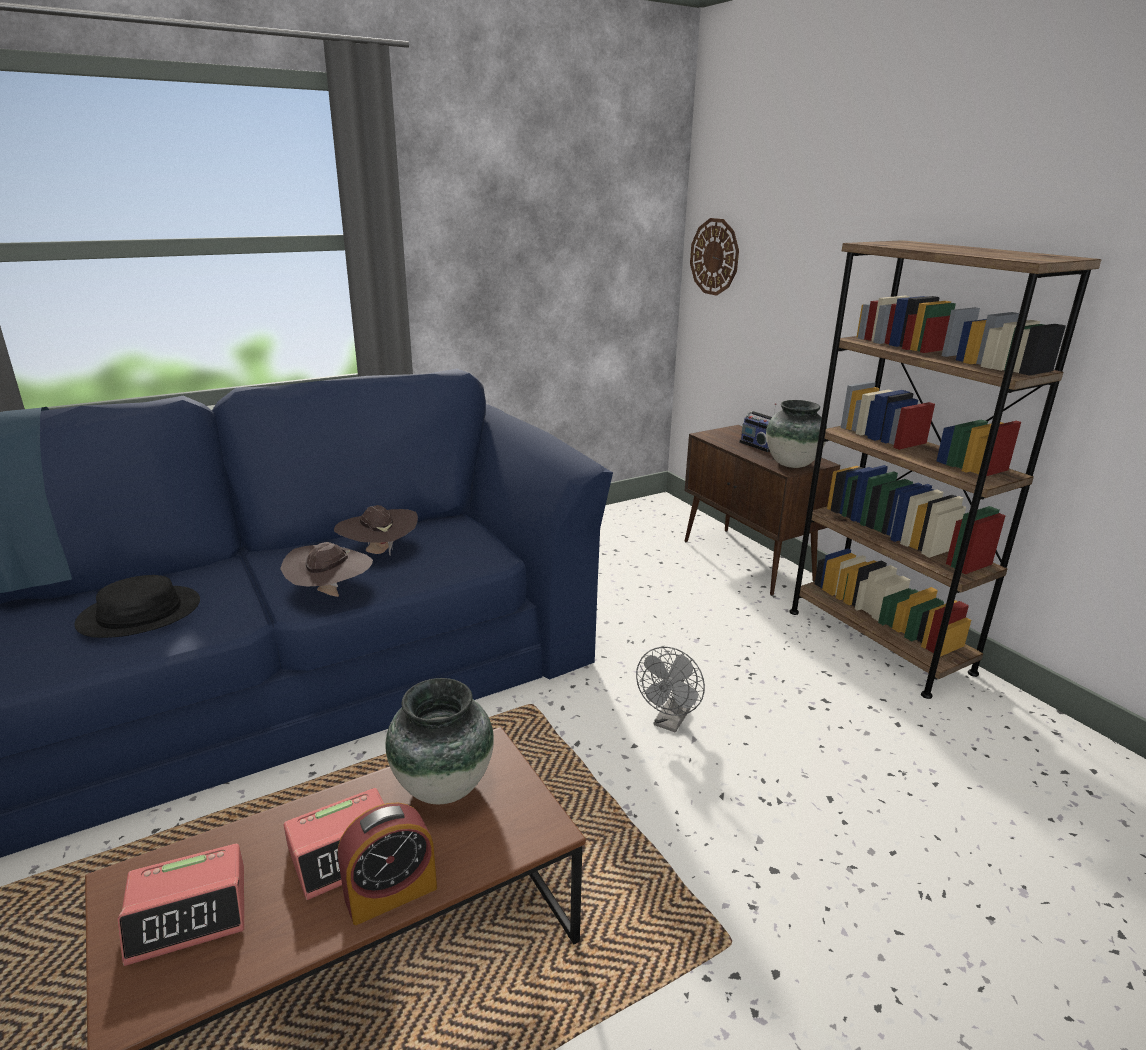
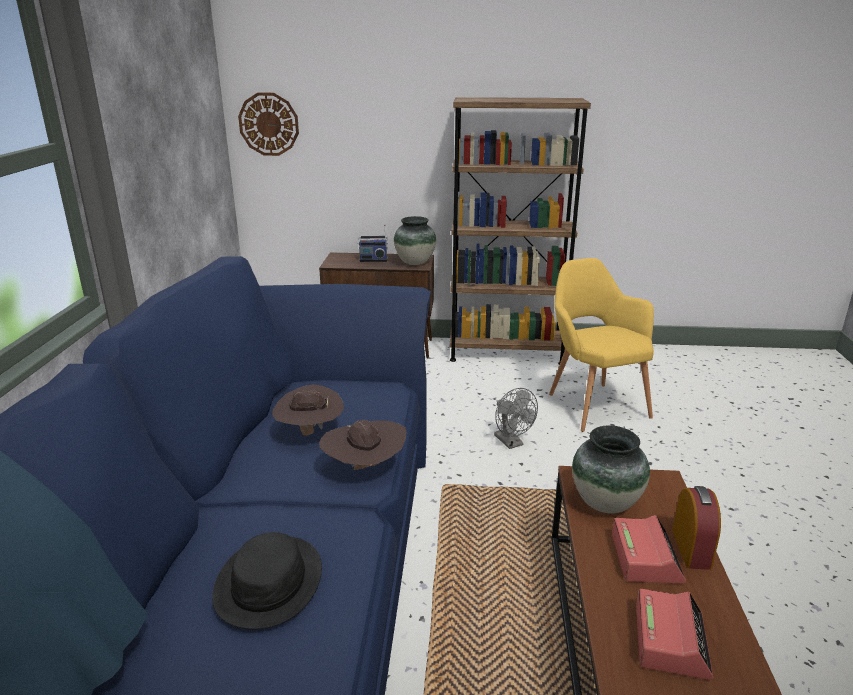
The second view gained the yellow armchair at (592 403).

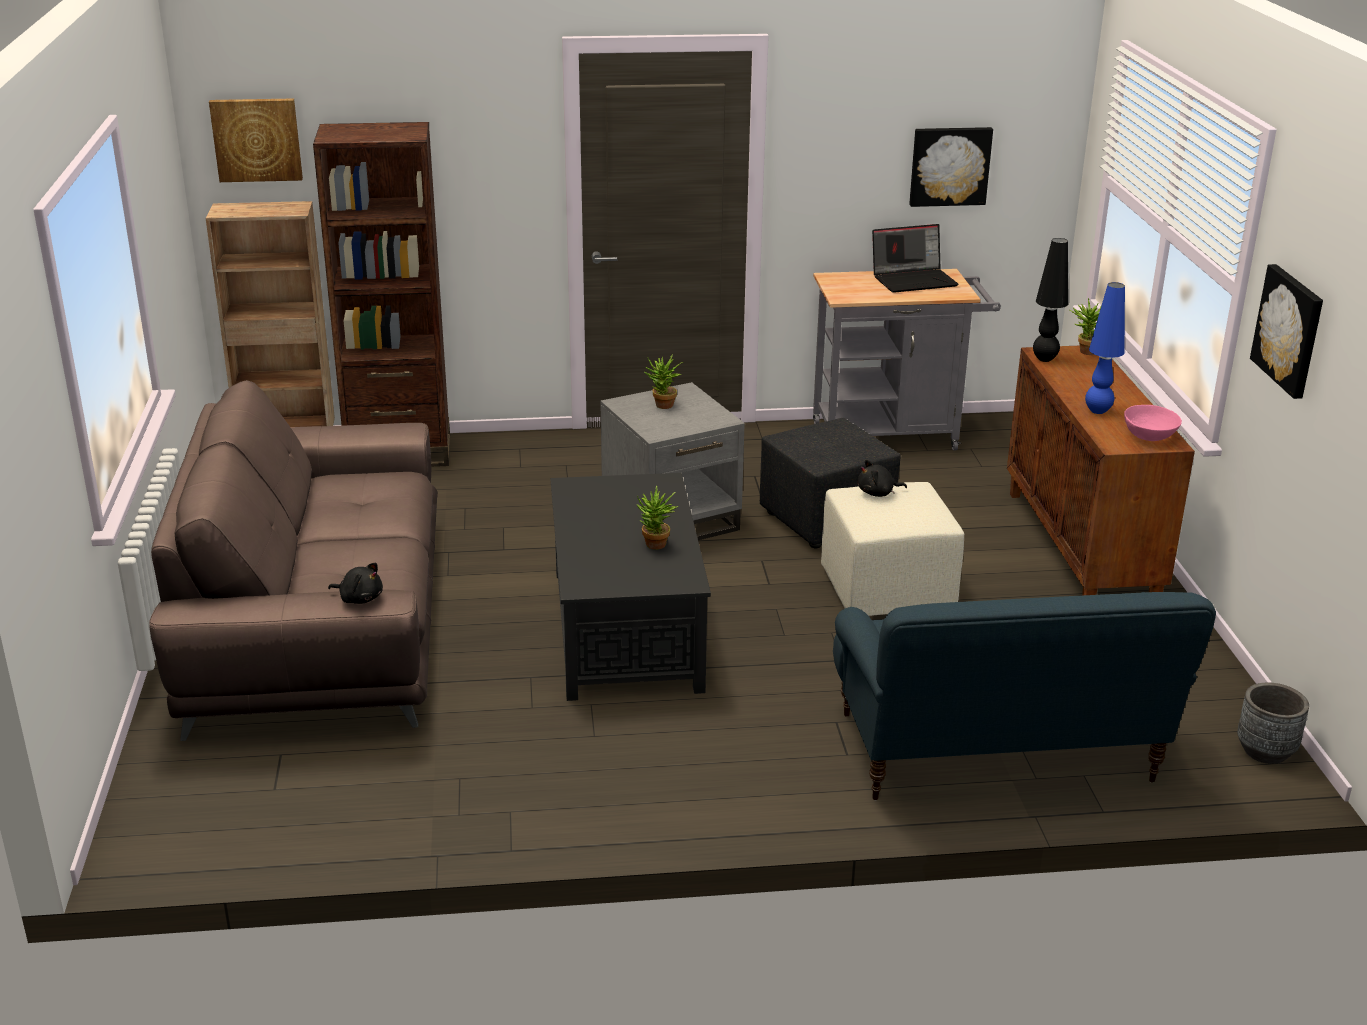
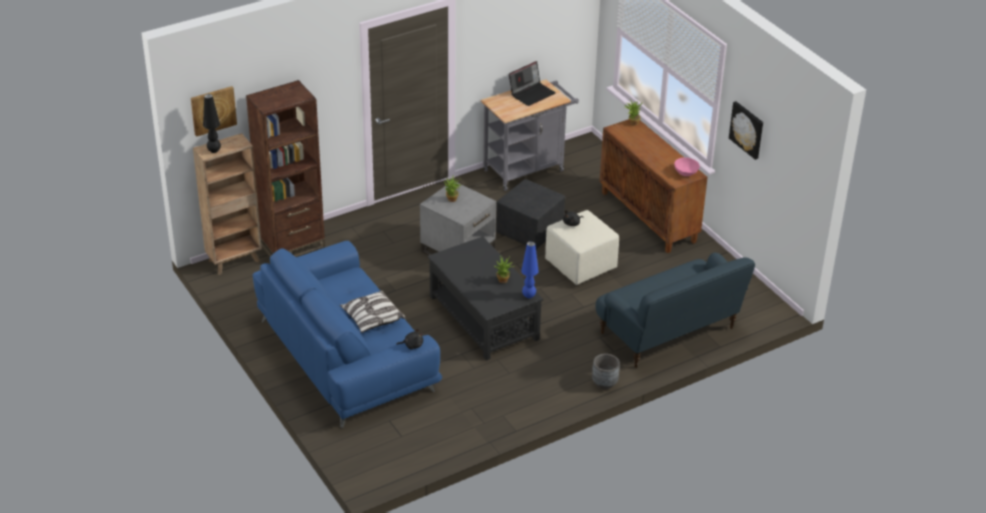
The second view lost the picture at (949 166).
The second view gained the pillow at (372 318).
The black table lamp ended up elsewhere, having gone from (1044 359) to (214 151).
The blue table lamp ended up elsewhere, having gone from (1098 411) to (529 296).
The grey planter ended up elsewhere, having gone from (1265 751) to (604 383).
What was the brown sofa at (319 624) turned into the blue sofa at (346 355).

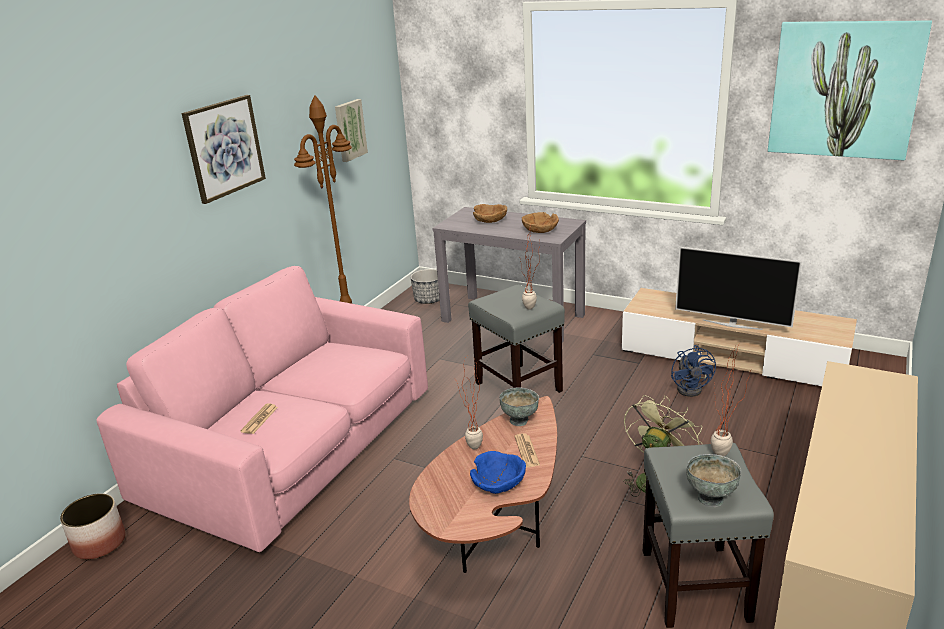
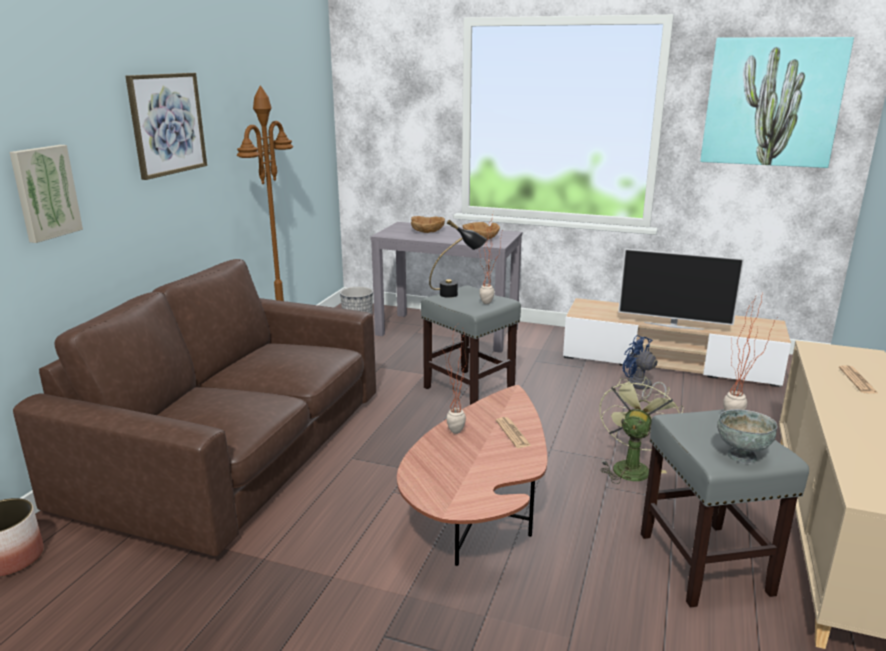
The second view lost the blue bowl at (498 483).
The second view lost the grey bowl at (519 420).
The second view gained the black table lamp at (457 294).
The newspaper ended up elsewhere, having gone from (259 419) to (857 380).
The picture ended up elsewhere, having gone from (349 130) to (45 192).
What was the pink sofa at (292 445) turned into the brown sofa at (235 449).
The blue fan at (692 388) ended up facing another way, 150 degrees clockwise from before.

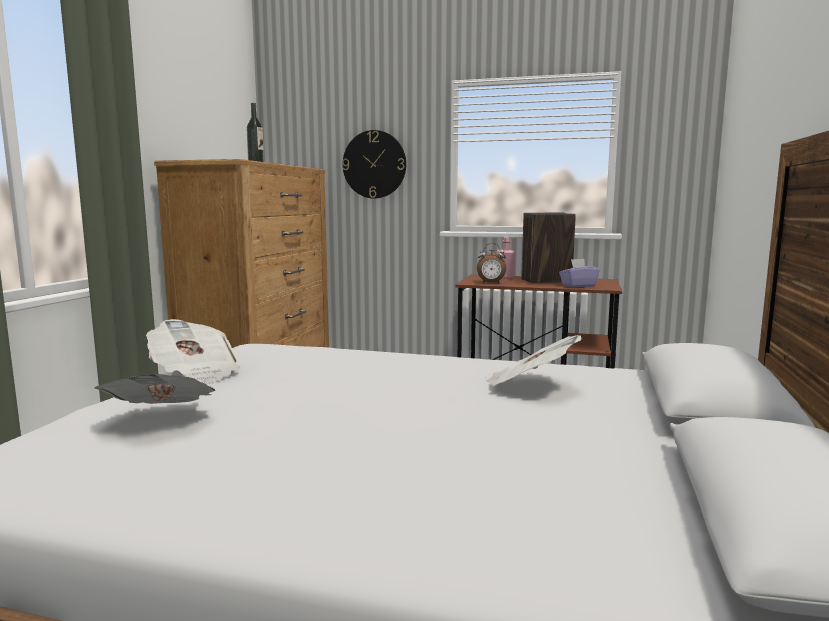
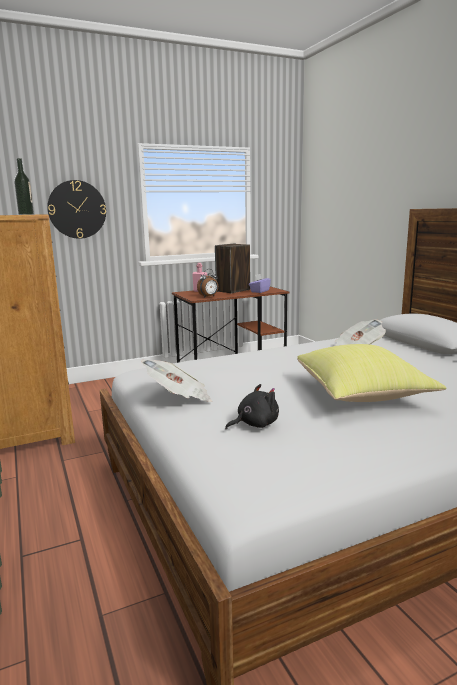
The second view gained the yellow pillow at (363 395).
Where the newspaper stood at (163 419), the black plush toy came to stand at (255 424).

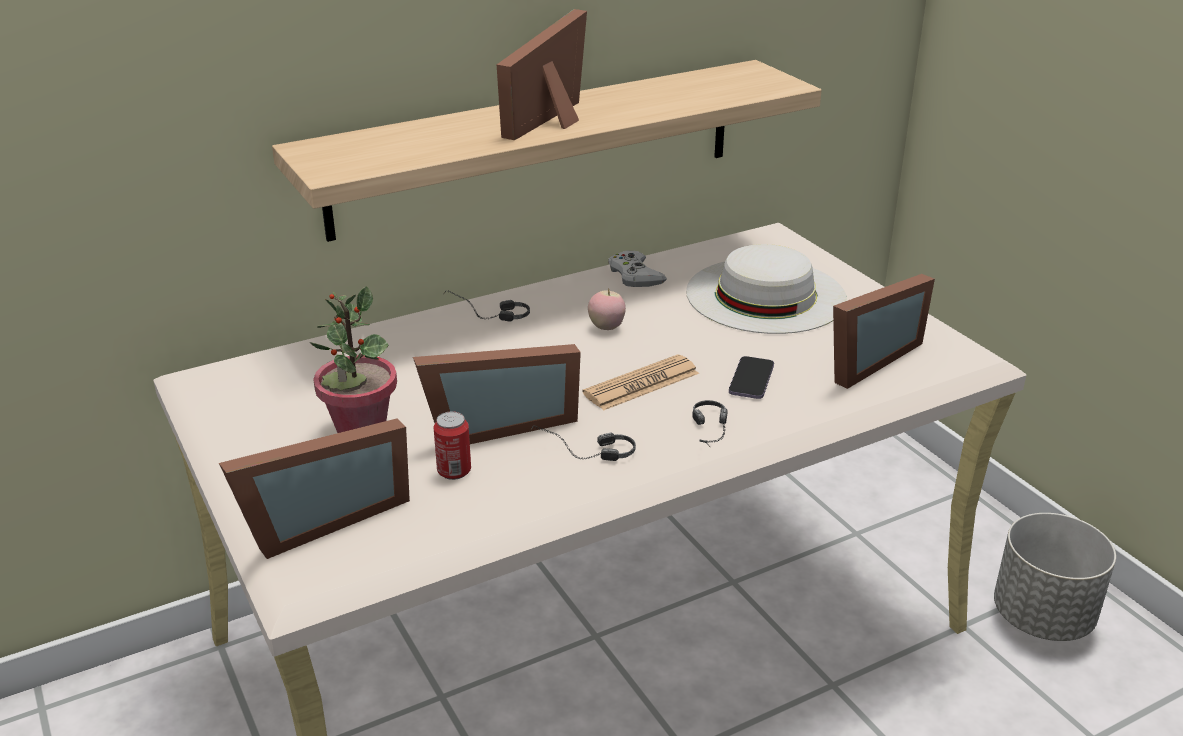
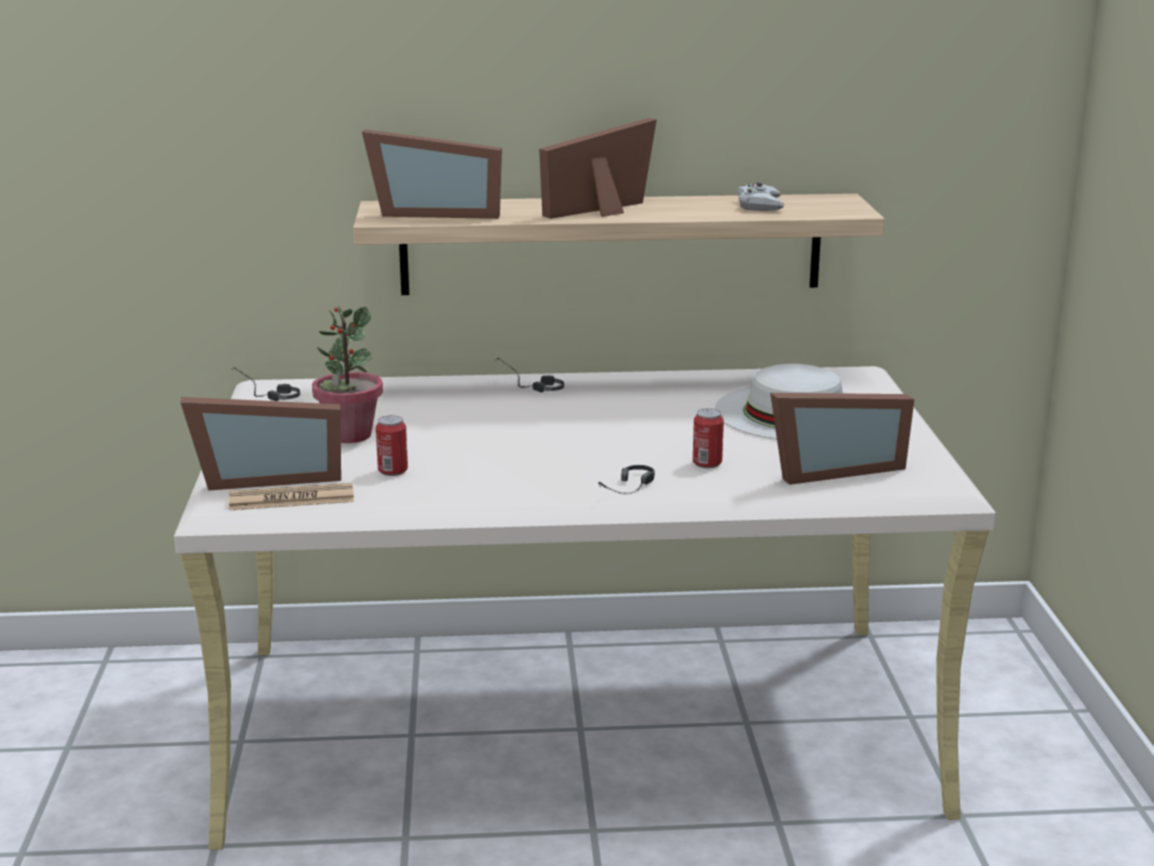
The second view lost the apple at (606 327).
The second view lost the grey planter at (1042 616).
The picture frame ended up elsewhere, having gone from (497 424) to (436 213).
The headphones ended up elsewhere, having gone from (583 454) to (262 395).
The newspaper ended up elsewhere, having gone from (641 384) to (291 499).
The white game controller ended up elsewhere, having gone from (635 275) to (759 205).
Where the phone stood at (751 380), the can came to stand at (707 463).

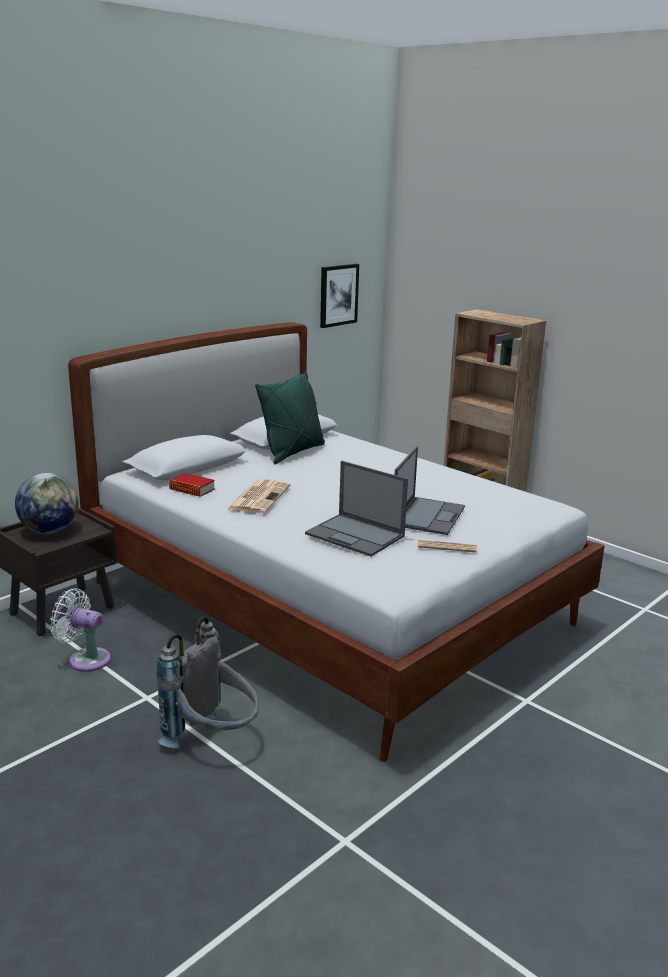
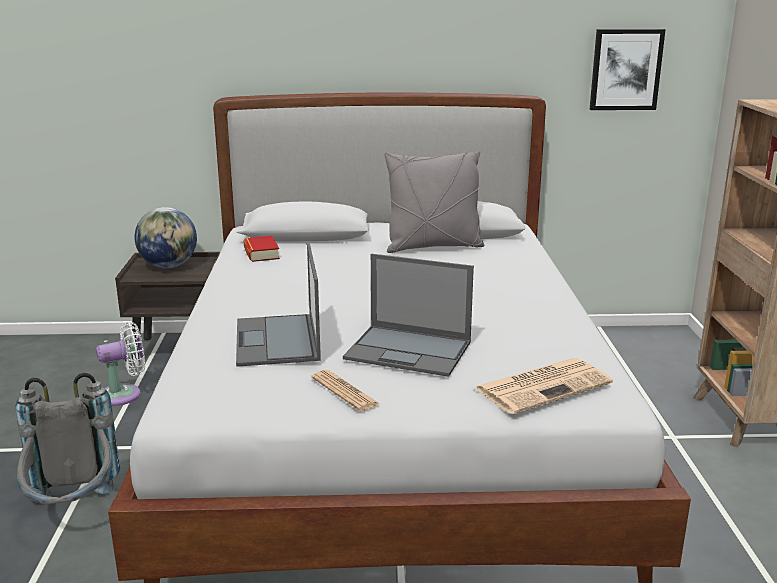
The newspaper ended up elsewhere, having gone from (259 497) to (544 386).
What was the green pillow at (292 452) turned into the grey pillow at (433 247).
The white fan at (85 659) ended up facing another way, 90 degrees clockwise from before.
The laptop at (428 515) ended up facing another way, 45 degrees clockwise from before.

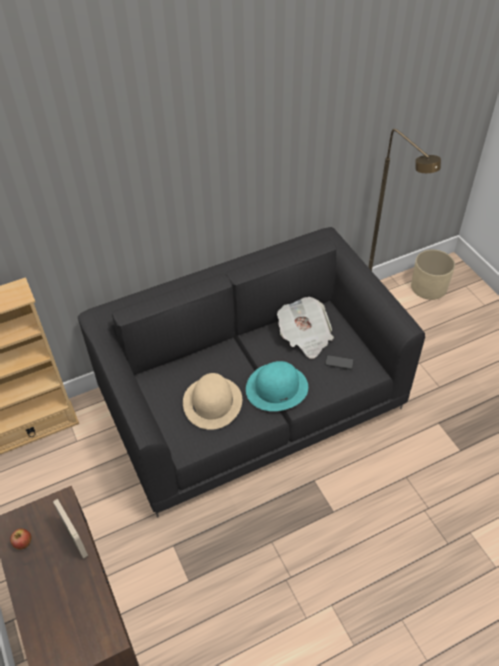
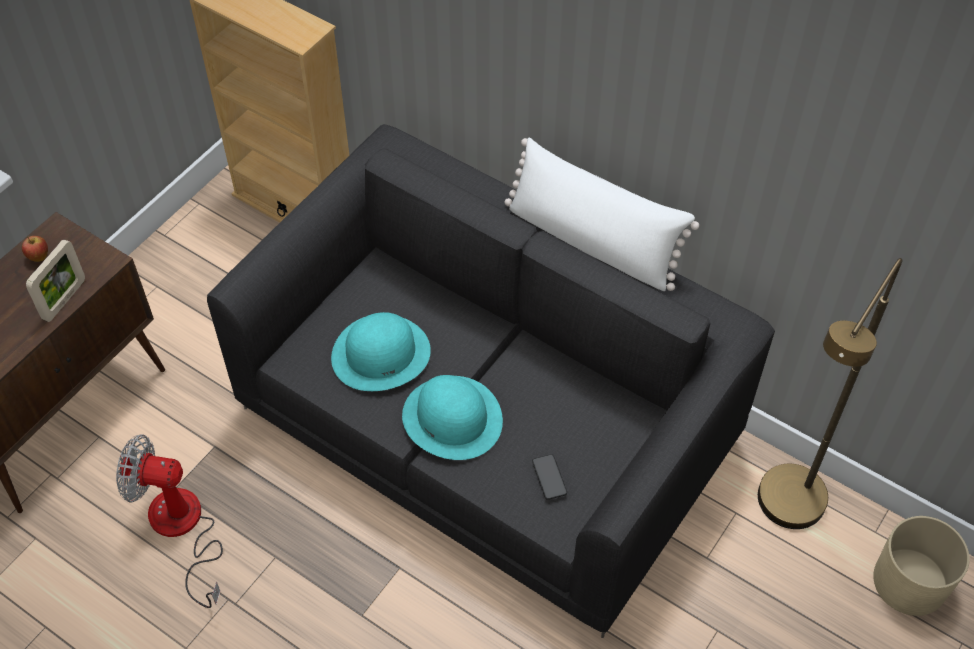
The second view lost the newspaper at (304 336).
The second view gained the fan at (182 530).
The second view gained the white pillow at (592 242).
What was the beige hat at (212 402) turned into the turquoise hat at (381 353).

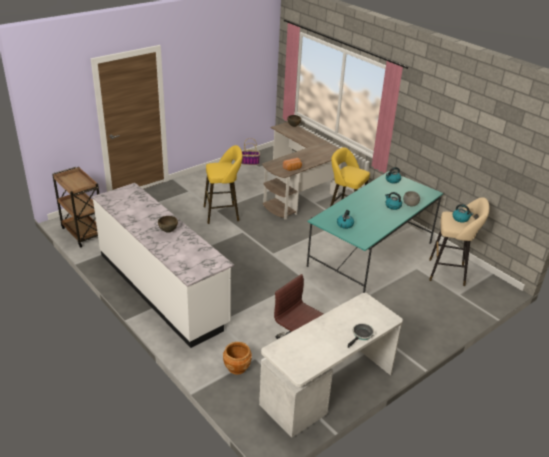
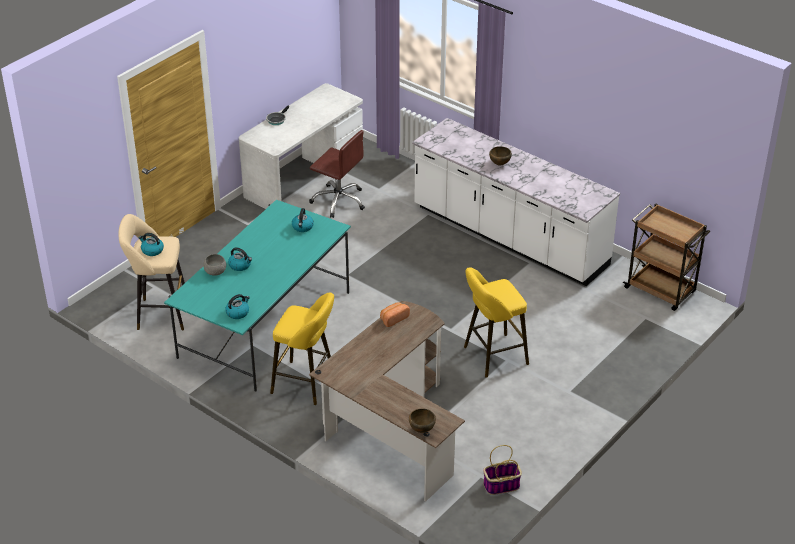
The second view lost the brown planter at (237 367).

